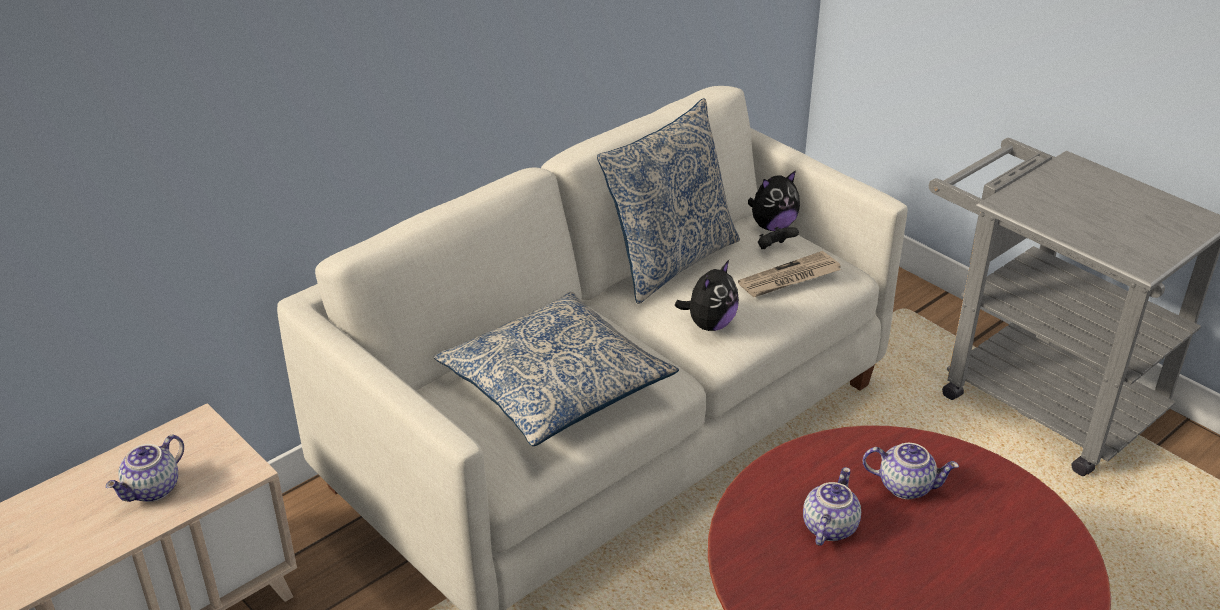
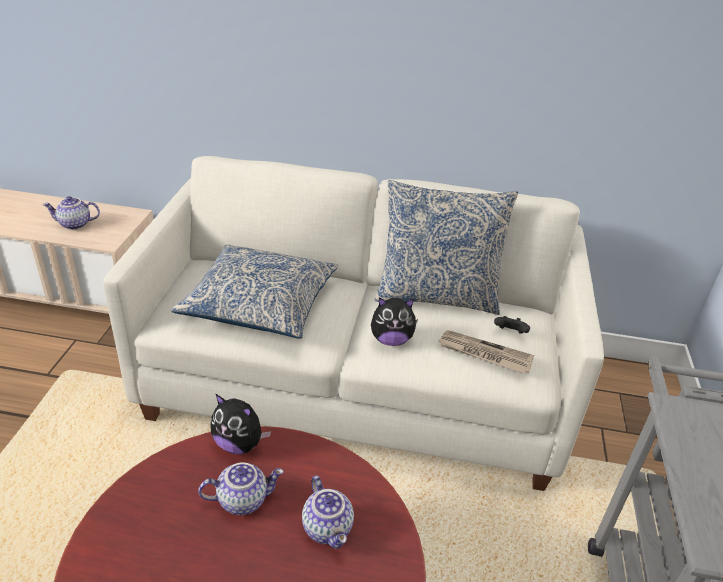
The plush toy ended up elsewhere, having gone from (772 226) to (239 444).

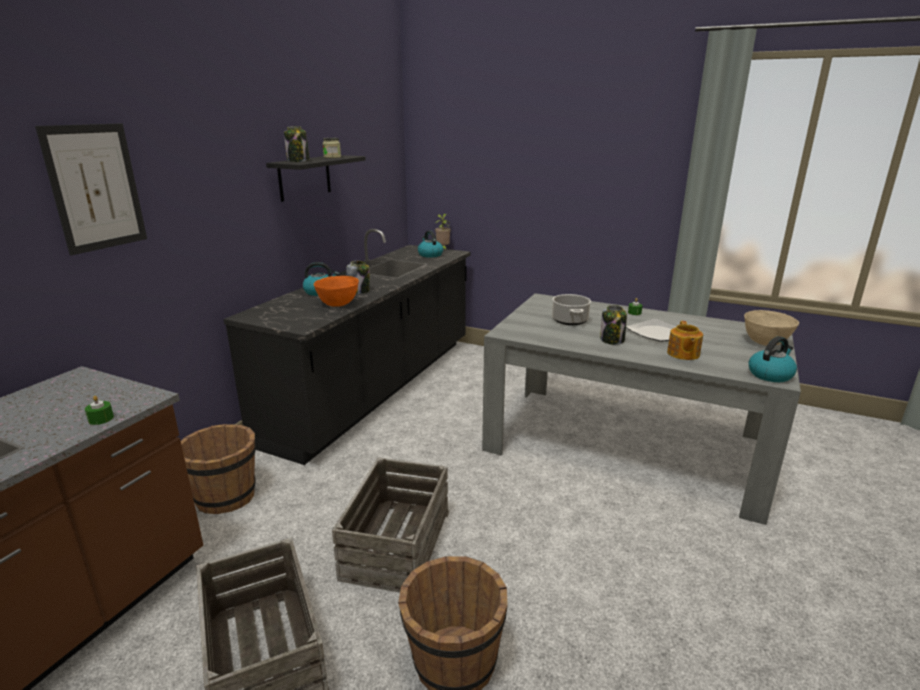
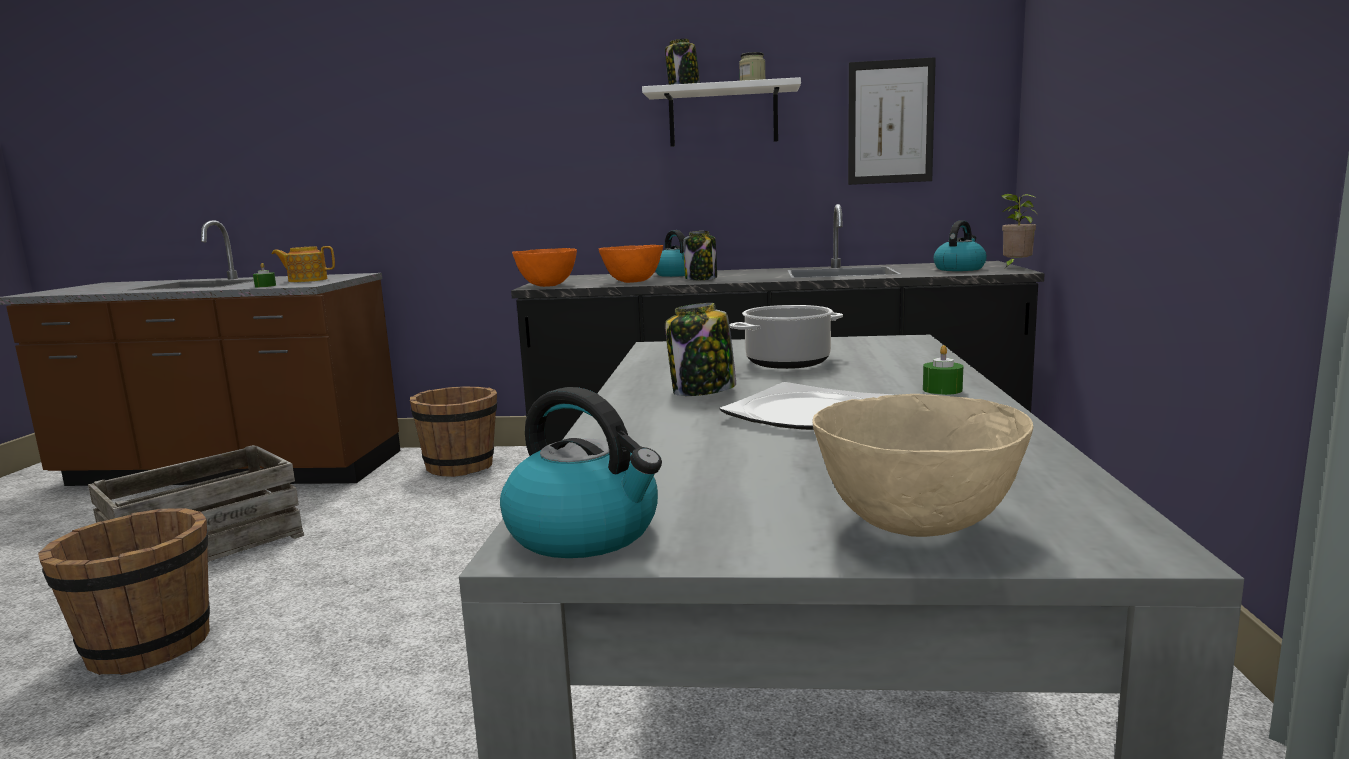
The second view lost the crate at (396 543).
The second view gained the orange bowl at (547 285).
The picture ended up elsewhere, having gone from (95 188) to (890 122).
The teapot ended up elsewhere, having gone from (683 354) to (307 280).
What was the black shelf at (304 177) turned into the white shelf at (723 116).

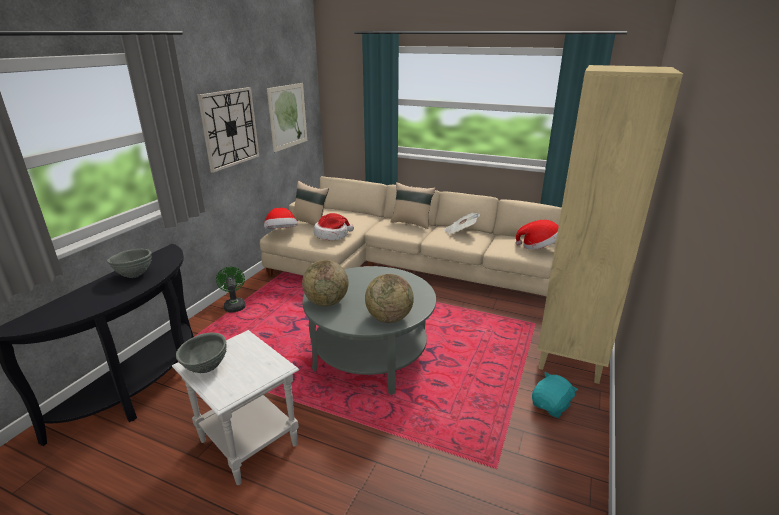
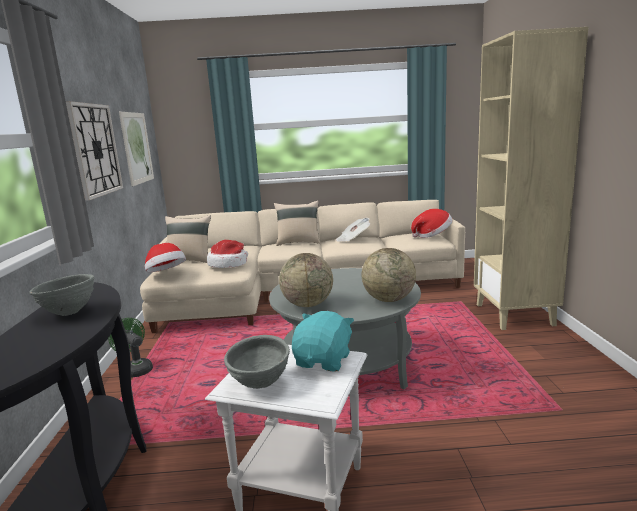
The turquoise plush toy ended up elsewhere, having gone from (551 406) to (324 361).

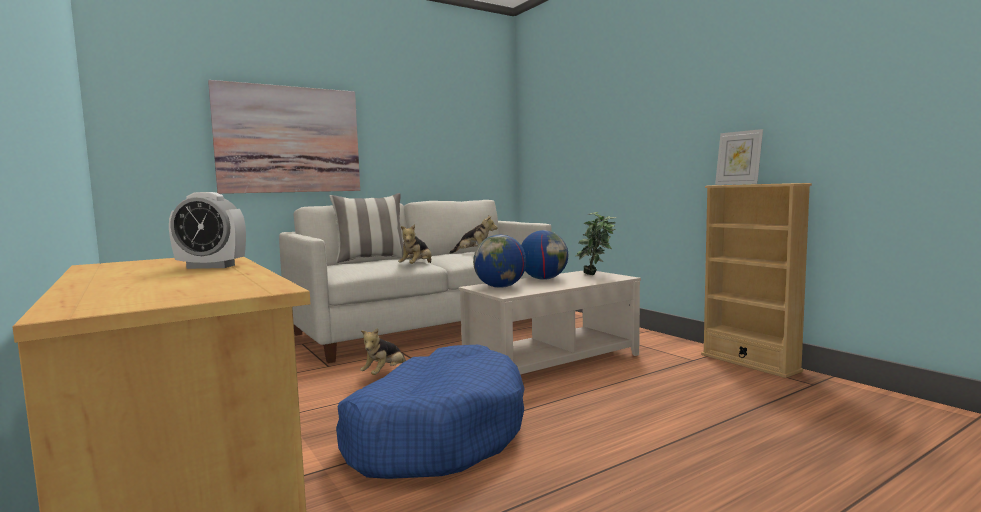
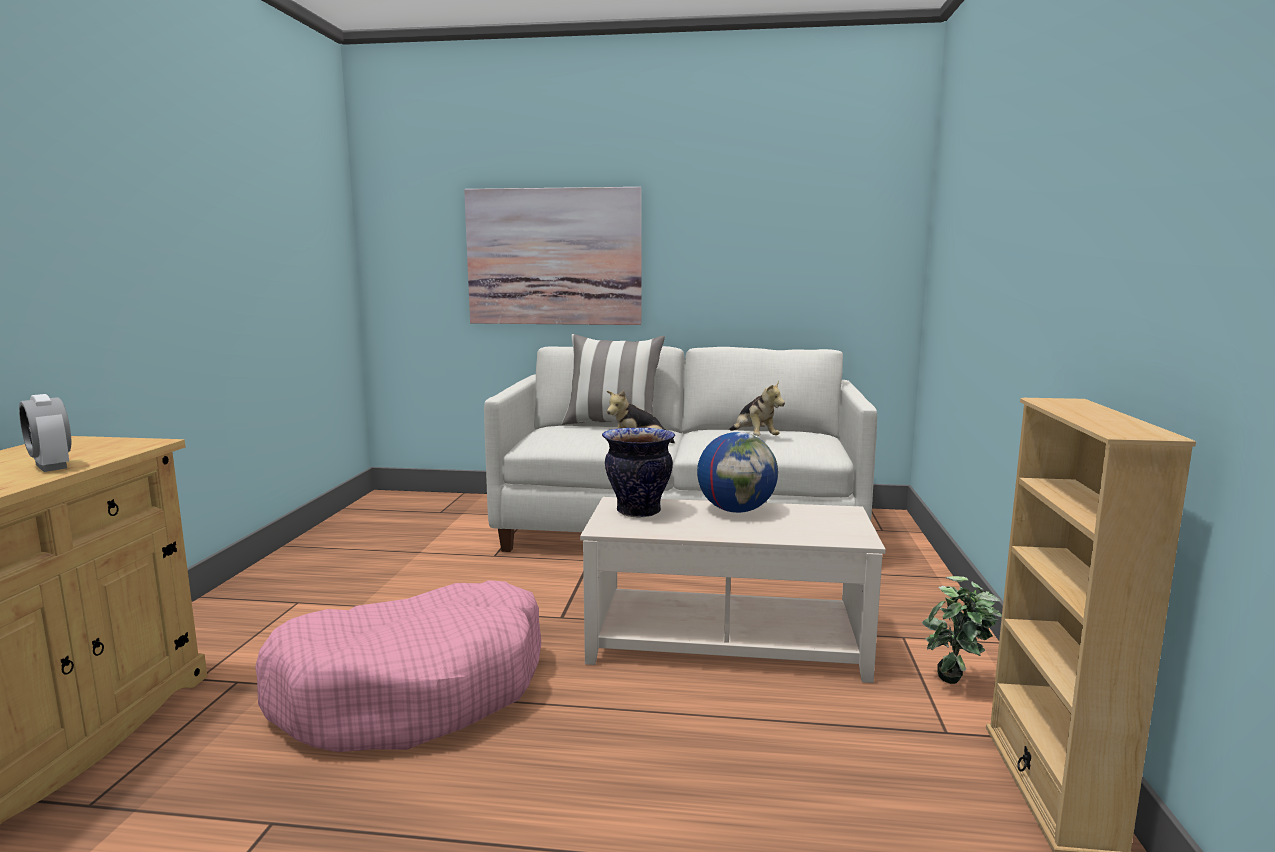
The second view lost the plush toy at (384 373).
The second view lost the picture frame at (737 184).
The potted plant ended up elsewhere, having gone from (596 275) to (956 687).
Where the globe stood at (500 287), the vase came to stand at (639 511).
What was the blue dog bed at (436 433) turned into the pink dog bed at (414 690).

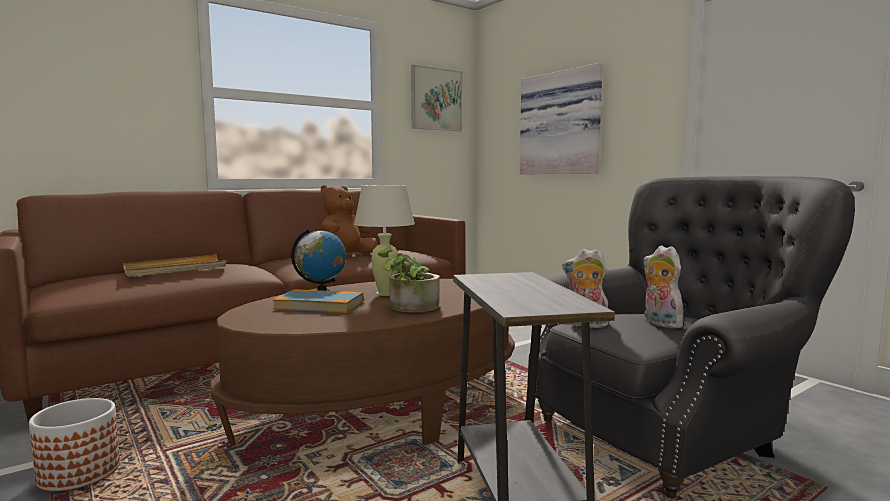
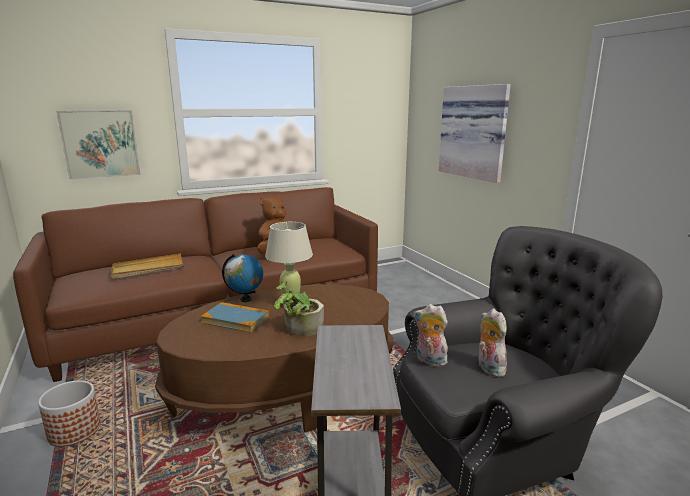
The picture ended up elsewhere, having gone from (436 99) to (100 144).

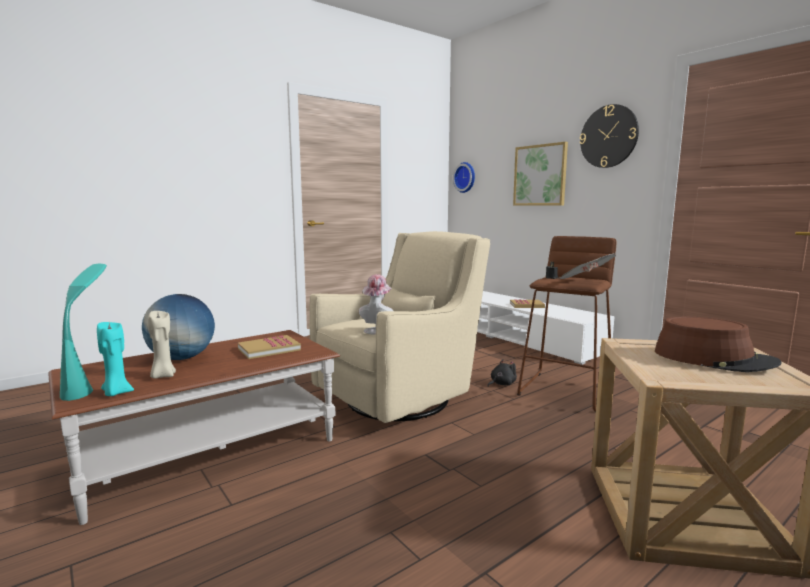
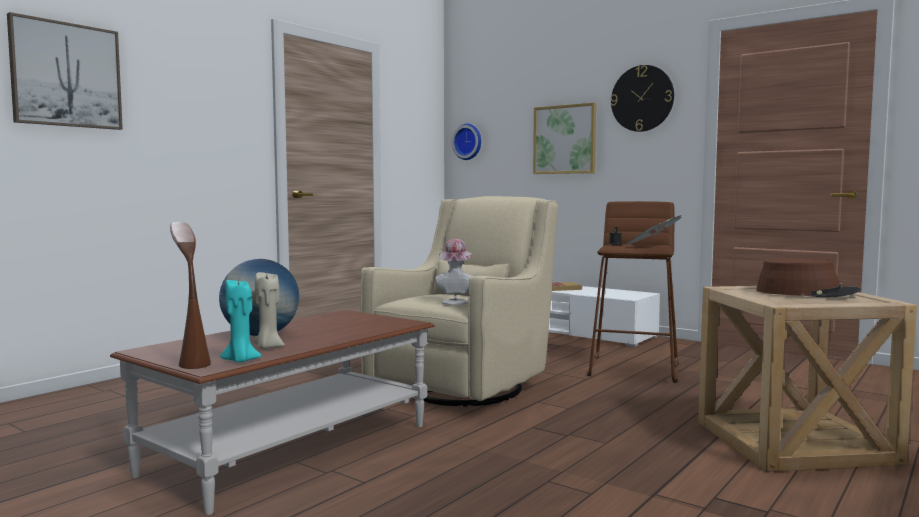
The second view lost the book at (269 349).
The second view lost the black plush toy at (501 384).
The second view gained the picture at (66 75).
What was the turquoise table lamp at (92 380) turned into the brown table lamp at (189 355).

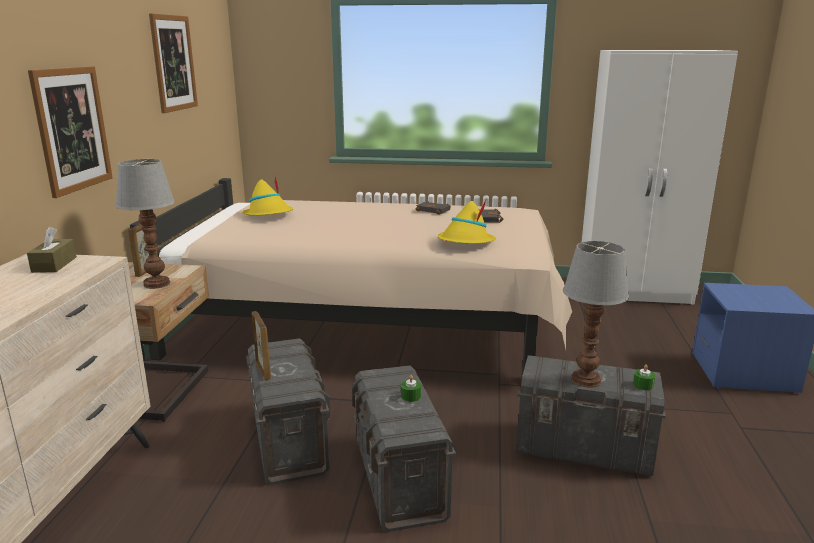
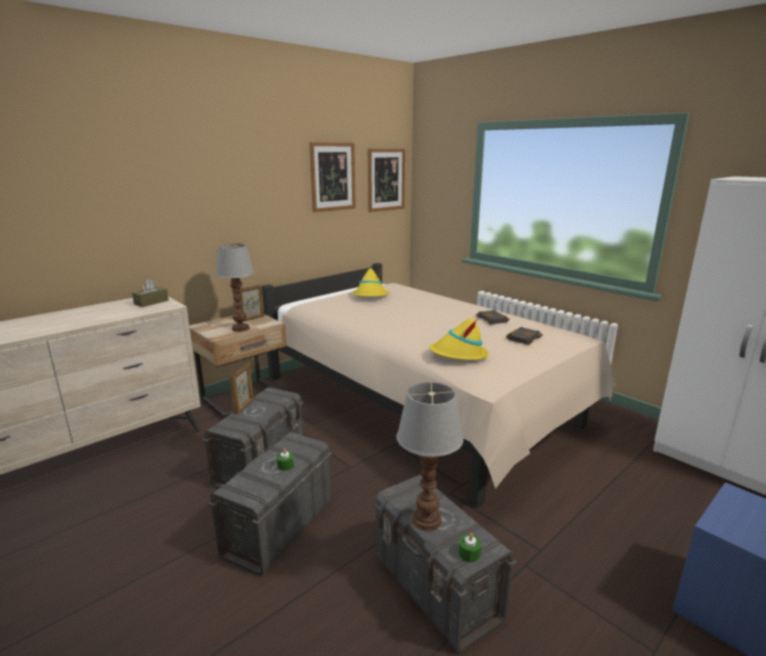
The picture ended up elsewhere, having gone from (72 129) to (386 180).

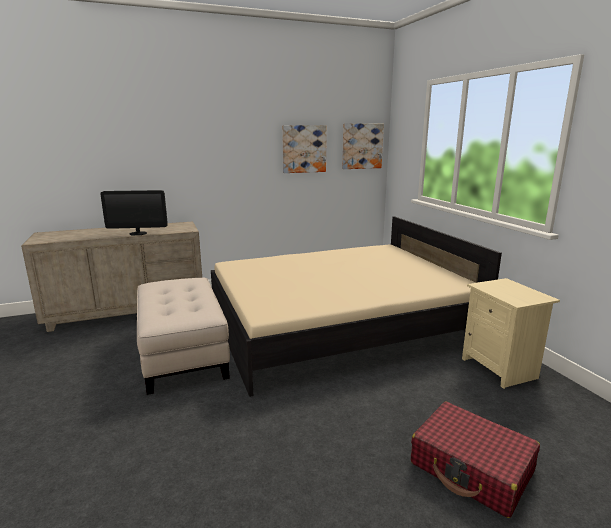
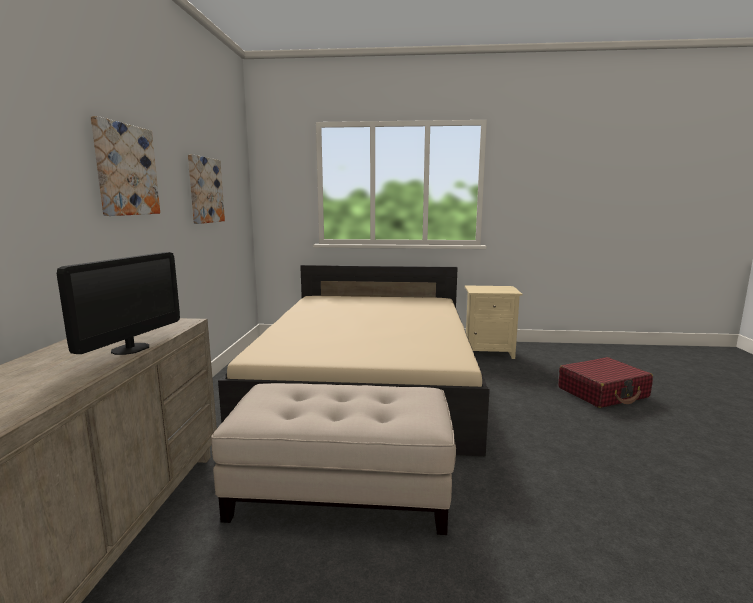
The picture ended up elsewhere, having gone from (362 146) to (126 170).

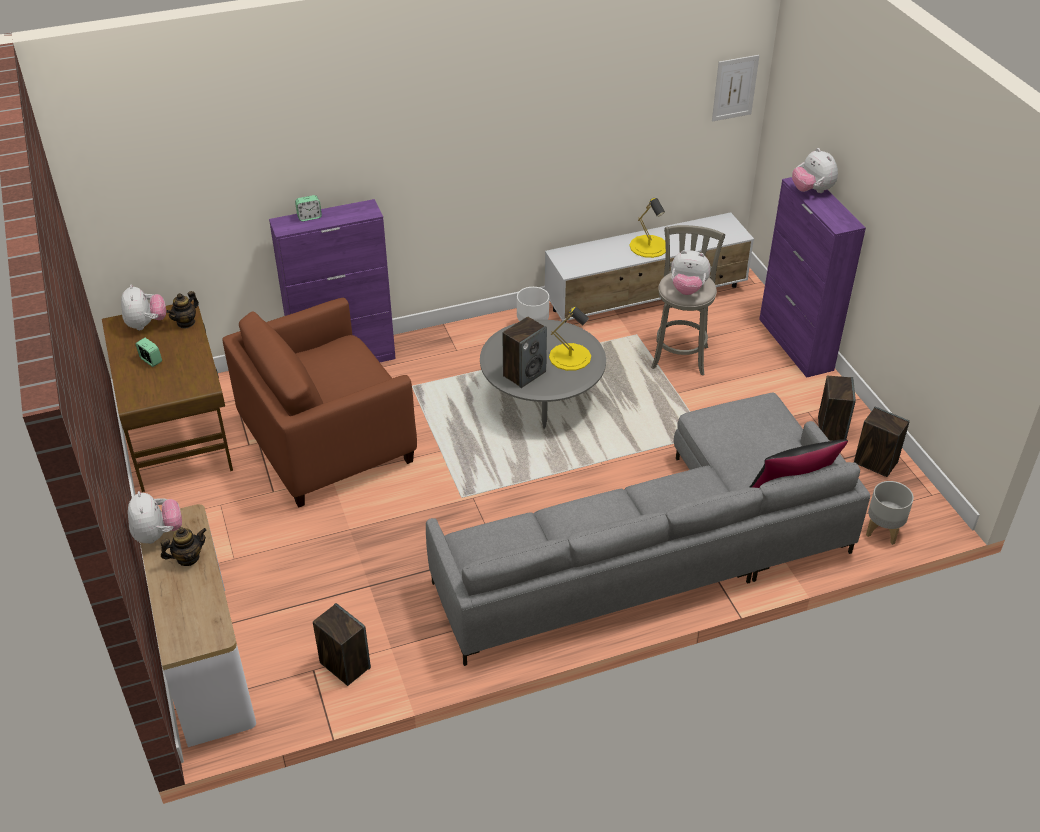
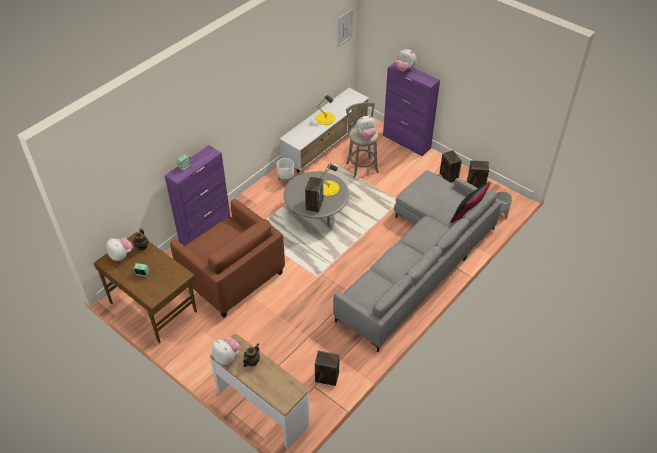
The brown armchair at (327 440) ended up facing another way, 75 degrees counterclockwise from before.

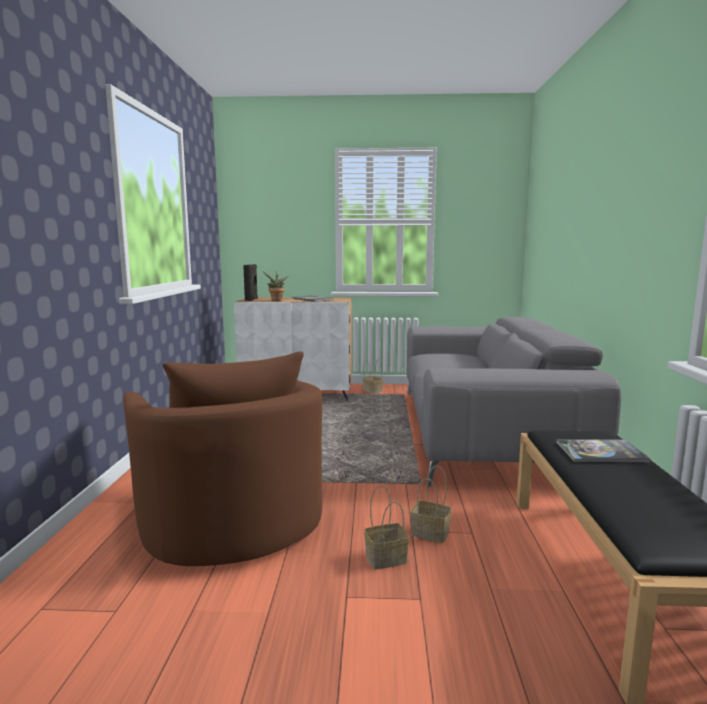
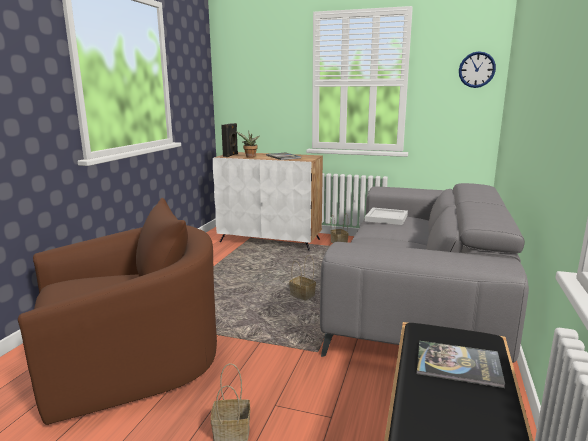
The second view gained the white tray at (387 218).
The second view gained the wall clock at (476 69).
The basket ended up elsewhere, having gone from (431 533) to (303 296).
The brown armchair at (228 515) ended up facing another way, 105 degrees counterclockwise from before.

